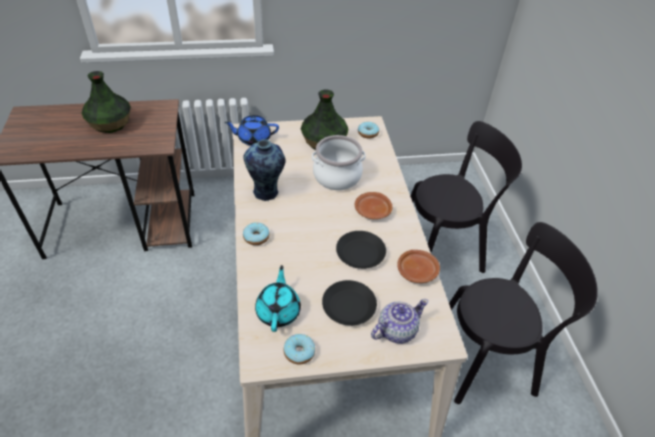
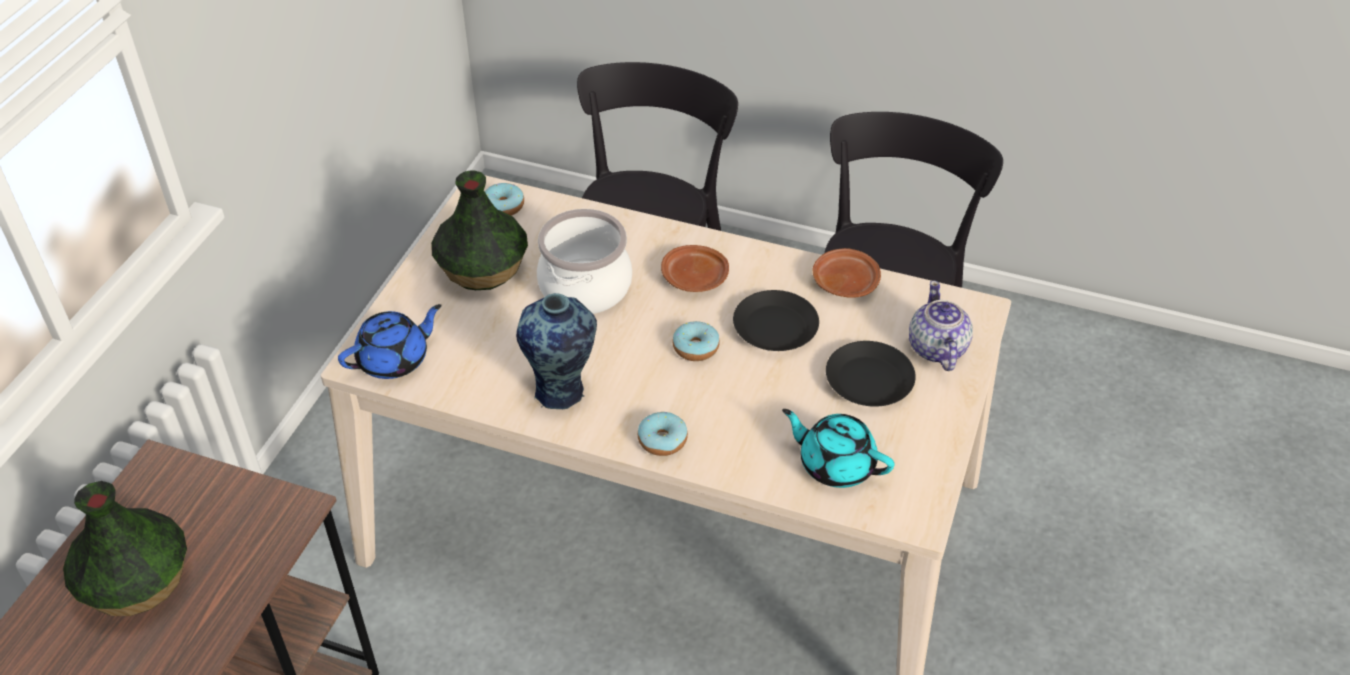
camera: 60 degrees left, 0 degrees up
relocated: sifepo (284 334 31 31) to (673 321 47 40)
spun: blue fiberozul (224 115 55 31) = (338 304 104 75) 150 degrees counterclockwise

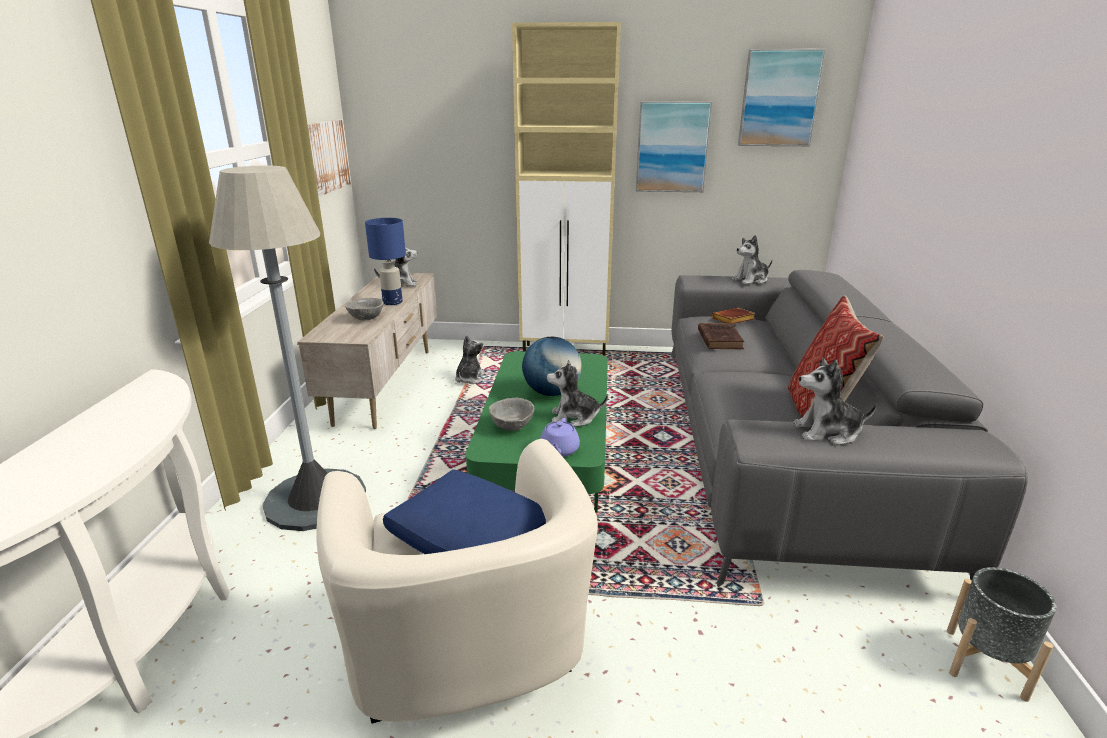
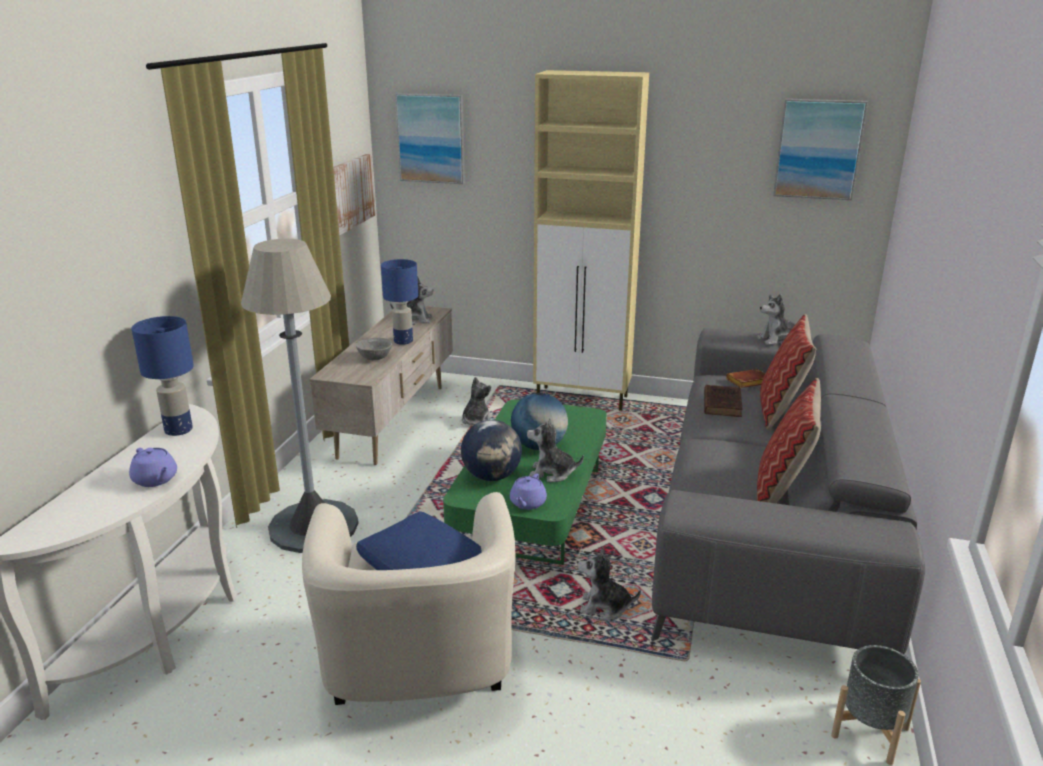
camera: 10 degrees right, 0 degrees up
appeared: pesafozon (760 314 56 116); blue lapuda (131 316 63 120); purple fiberozul (129 448 48 39)
relocated: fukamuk (636 101 76 91) to (395 93 70 91); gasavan (793 357 84 88) to (578 547 63 73)
exchanged: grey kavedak (489 398 46 33) to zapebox (461 420 61 61)

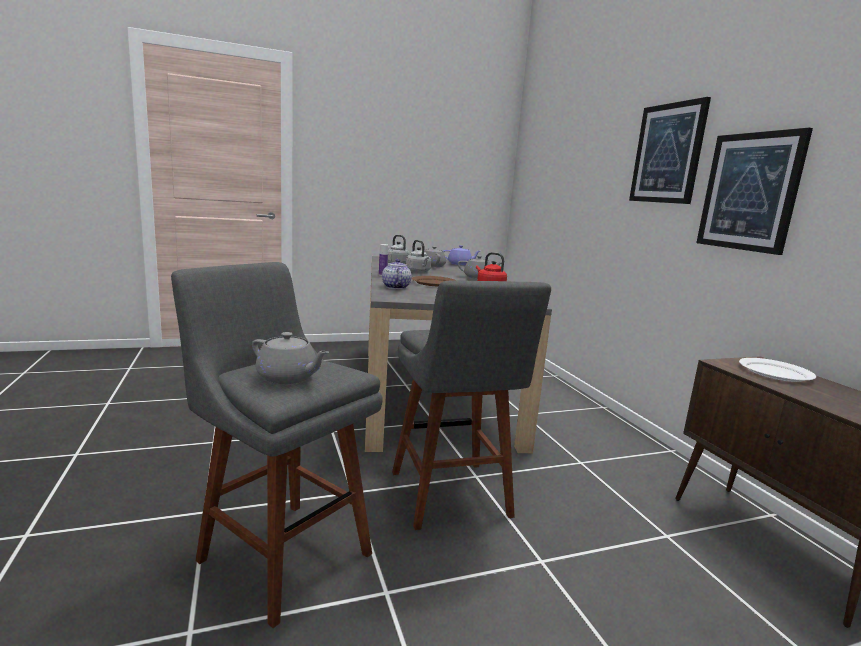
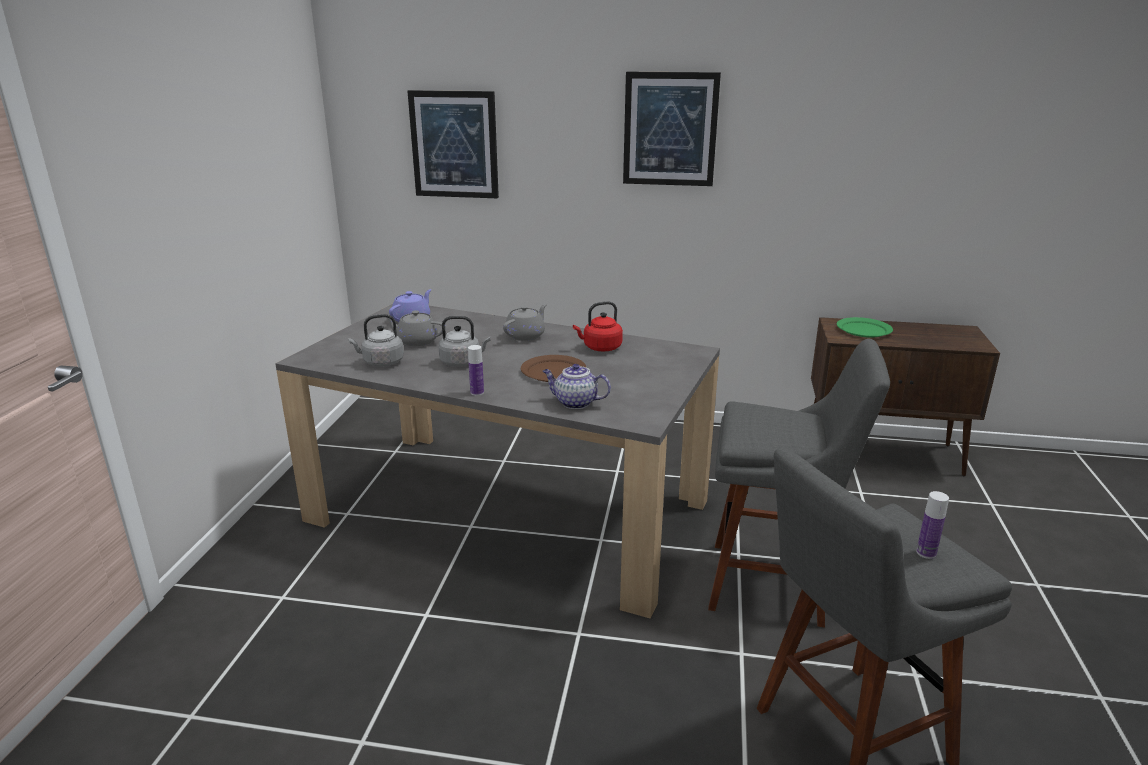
camera: 60 degrees left, 10 degrees up
relocated: fukamuk (696 128 117 127) to (408 90 91 108)
exchanged: grey fiberozul (252 332 77 52) to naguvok (916 491 33 68)
colour: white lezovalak (739 358 77 24) to green lezovalak (837 317 56 21)

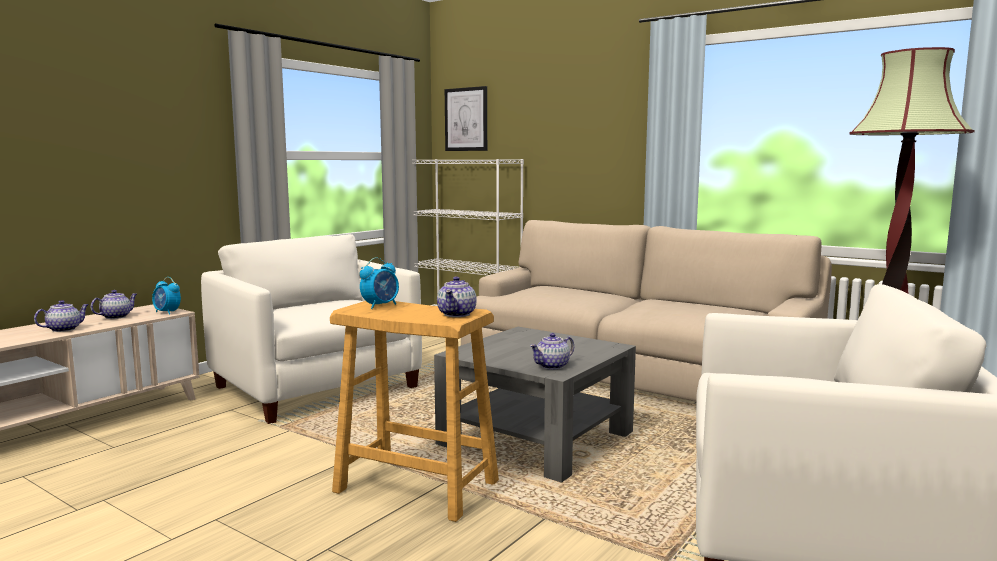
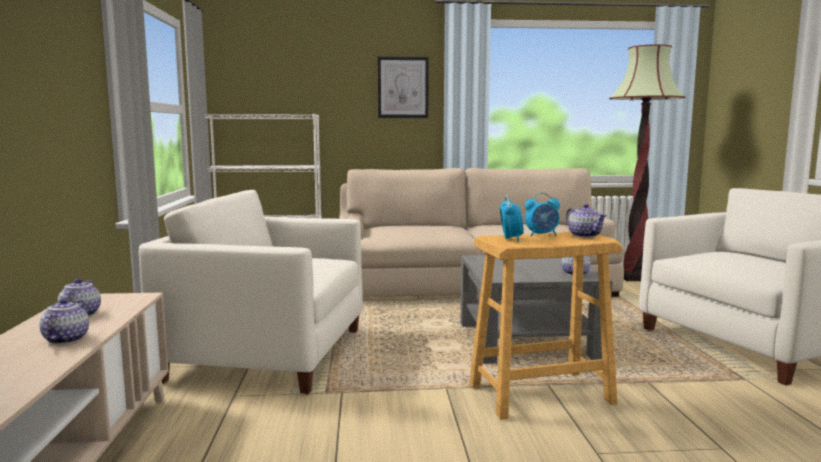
camera: 40 degrees left, 0 degrees up
relocated: fukamuk (445 86 42 65) to (378 57 51 61); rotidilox (152 277 29 38) to (525 192 35 44)

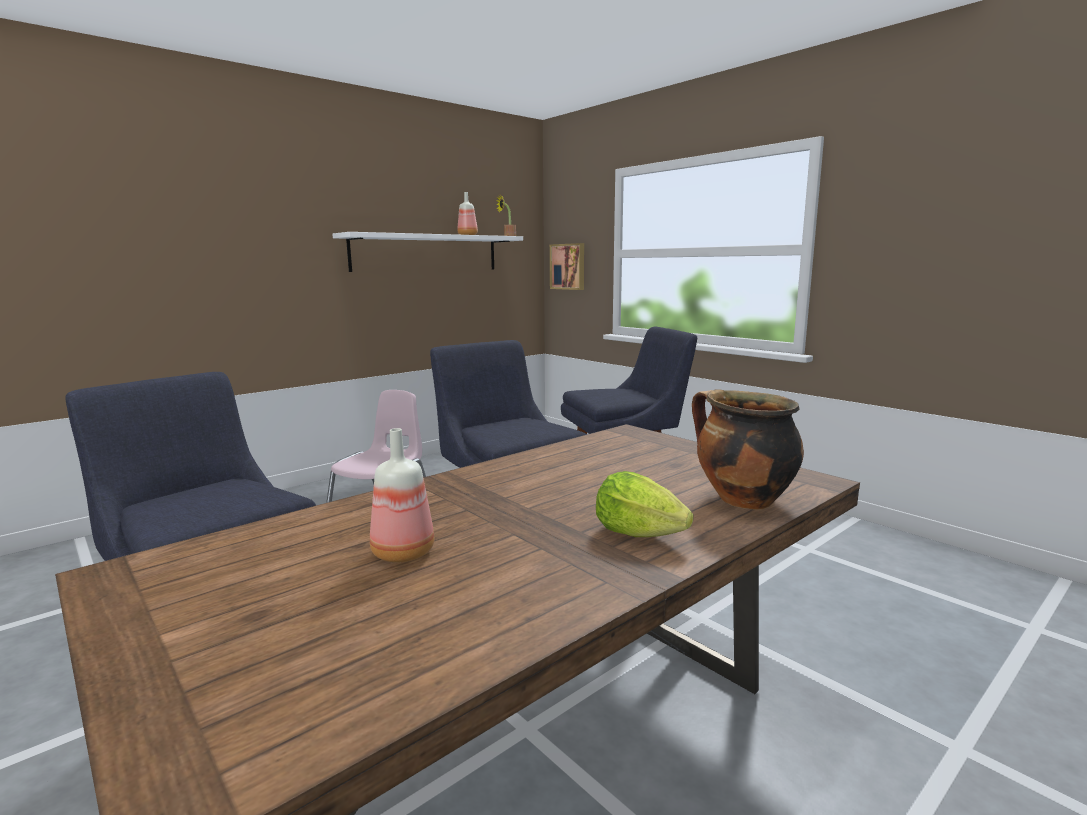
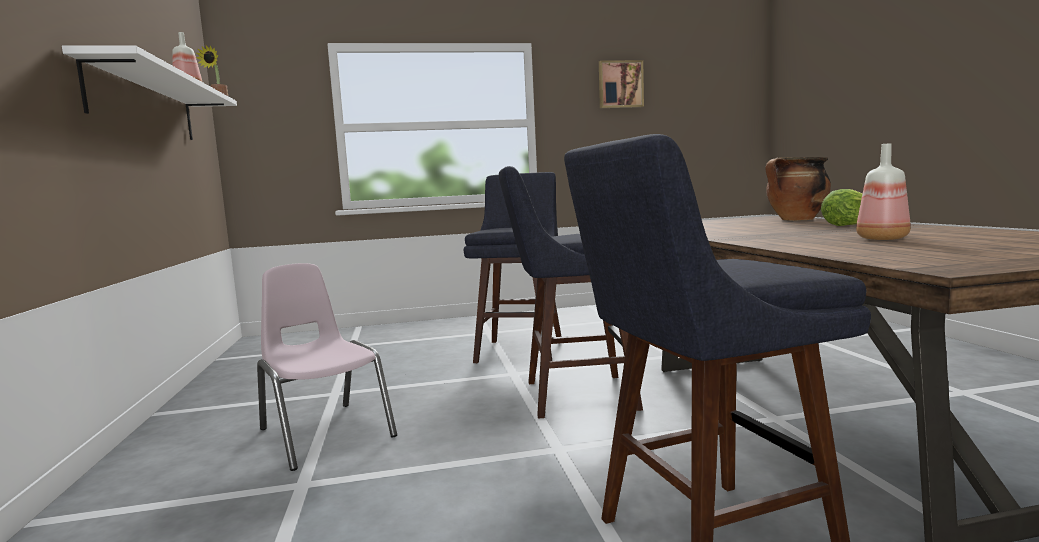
camera: 60 degrees left, 5 degrees down
relocated: fukamuk (550 243 34 47) to (599 60 45 48)

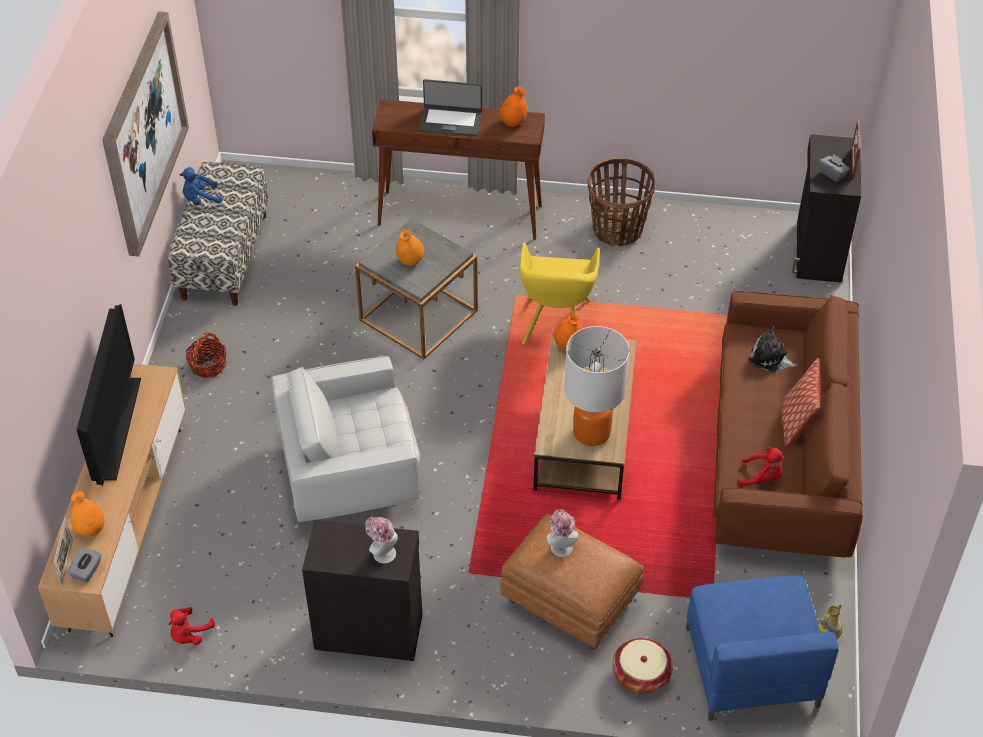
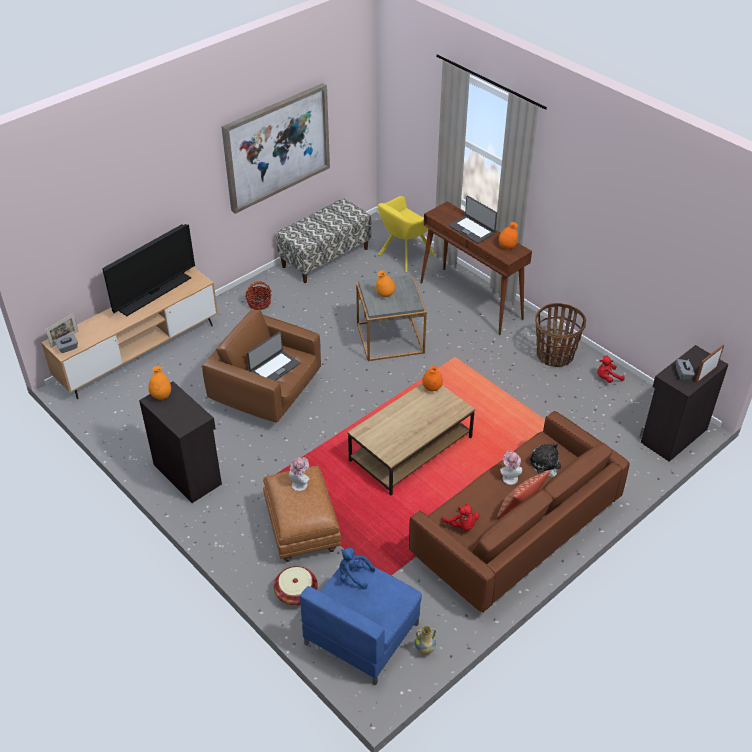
camera: 40 degrees right, 5 degrees down
missing: lapuda (564 326 66 120)
appeared: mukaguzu (247 331 53 50)
relocated: blue gasavan (180 167 42 38) to (339 548 36 42); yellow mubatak (519 243 81 101) to (377 196 58 76); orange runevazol (71 491 34 45) to (148 366 23 34); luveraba (365 517 33 47) to (500 450 22 35); red gasavan (168 607 47 38) to (597 356 28 27)
colour: white mubatak (271 356 149 166) to brown mubatak (202 310 119 113)

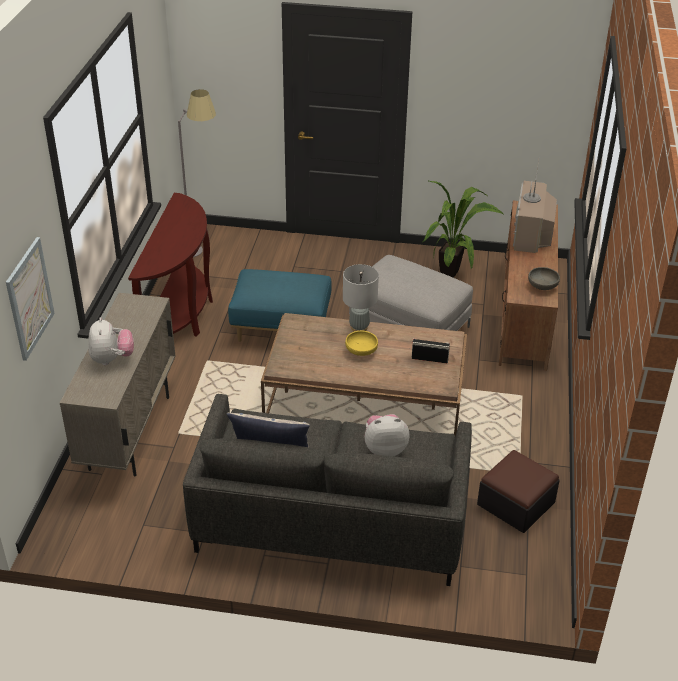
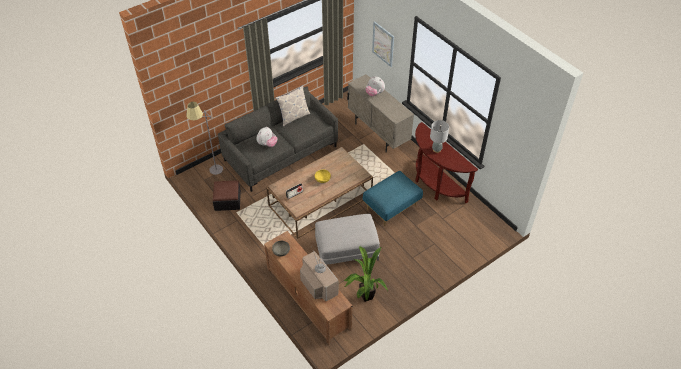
camera: 135 degrees right, 10 degrees up
relocated: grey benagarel (178 89 38 168) to (186 102 37 73); grey lapuda (343 264 36 67) to (430 120 19 33)

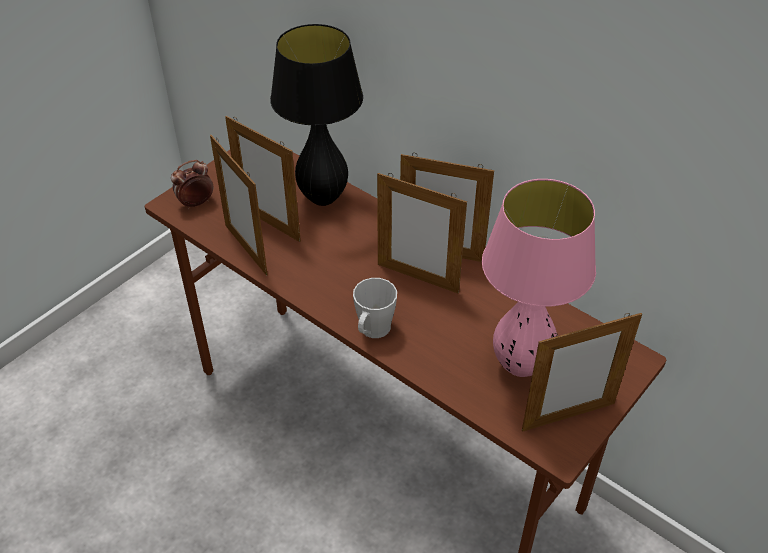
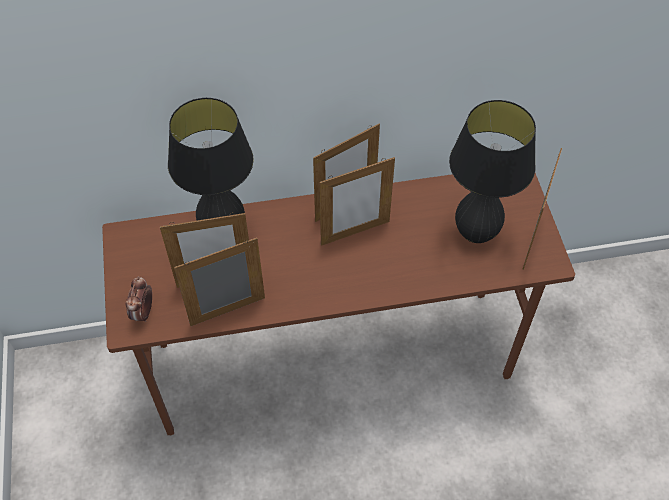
camera: 50 degrees left, 10 degrees up
missing: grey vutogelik (353 278 44 60)
colour: pink lapuda (482 179 114 198) to black lapuda (449 100 87 143)
spun: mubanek (210 135 58 141) = (174 238 91 88) 150 degrees clockwise

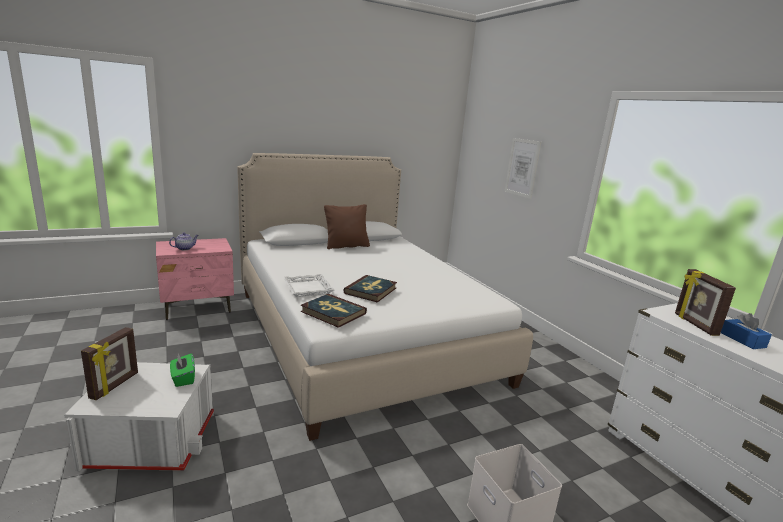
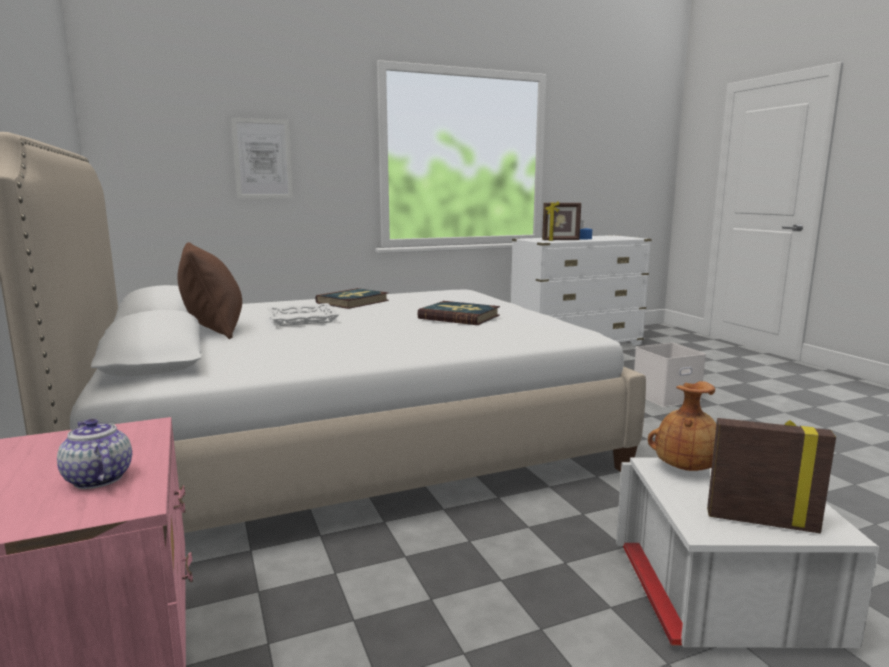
camera: 85 degrees left, 5 degrees down
relocated: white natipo (283 274 51 23) to (267 303 73 23); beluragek (301 294 66 34) to (315 288 74 21)
exchanged: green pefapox (170 353 25 34) to brown runevazol (648 381 68 90)

